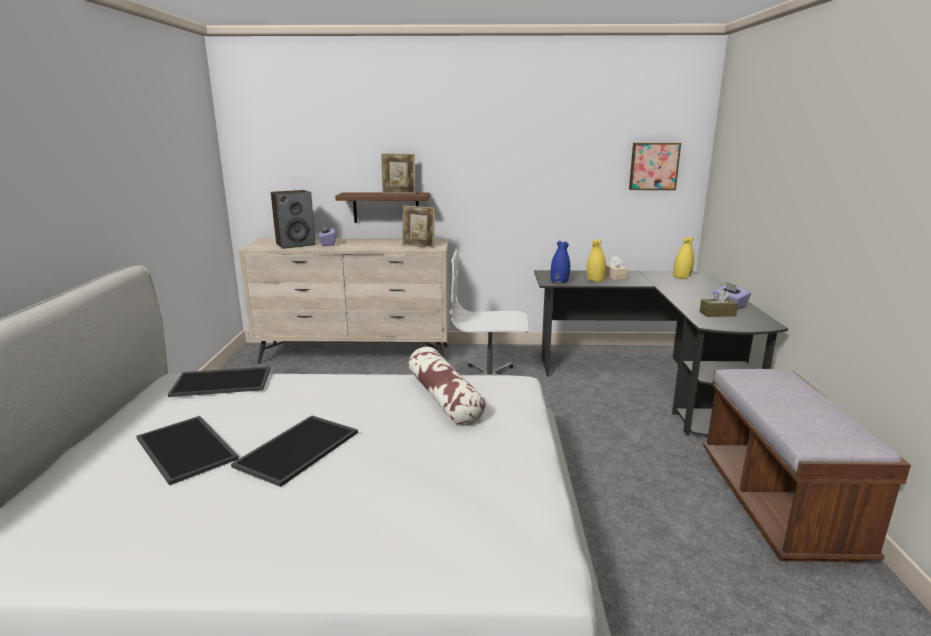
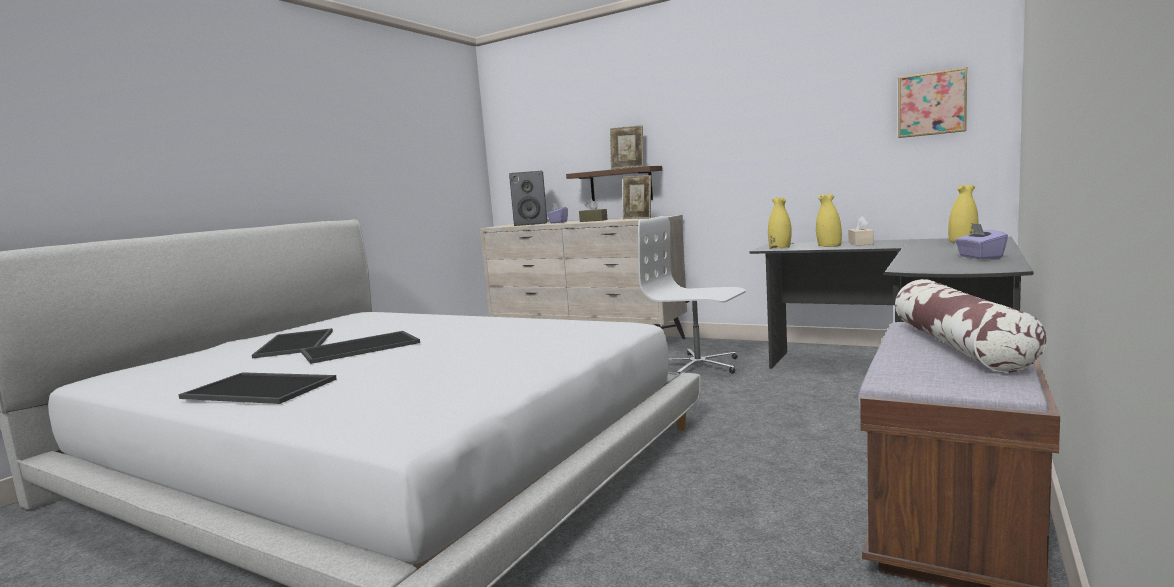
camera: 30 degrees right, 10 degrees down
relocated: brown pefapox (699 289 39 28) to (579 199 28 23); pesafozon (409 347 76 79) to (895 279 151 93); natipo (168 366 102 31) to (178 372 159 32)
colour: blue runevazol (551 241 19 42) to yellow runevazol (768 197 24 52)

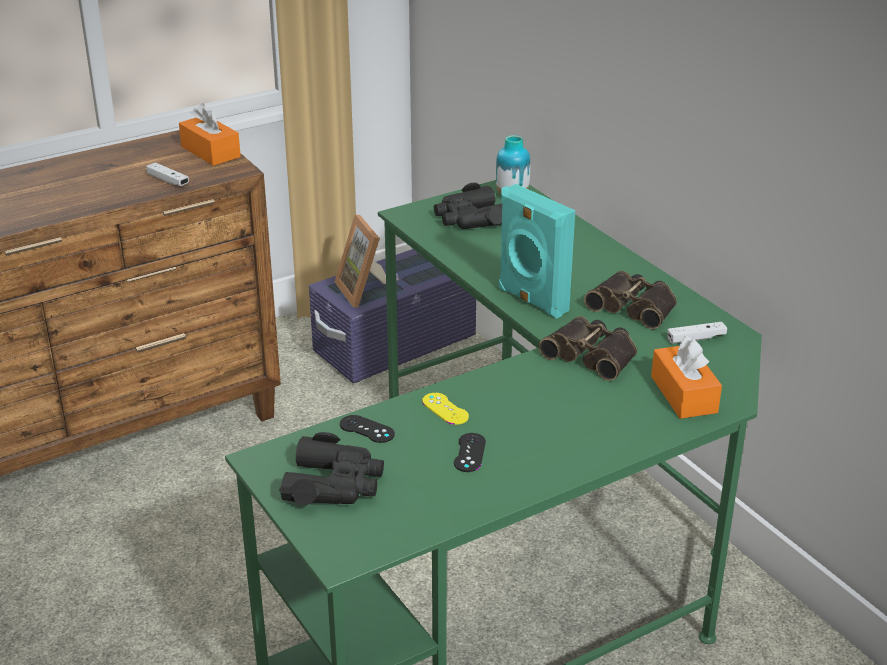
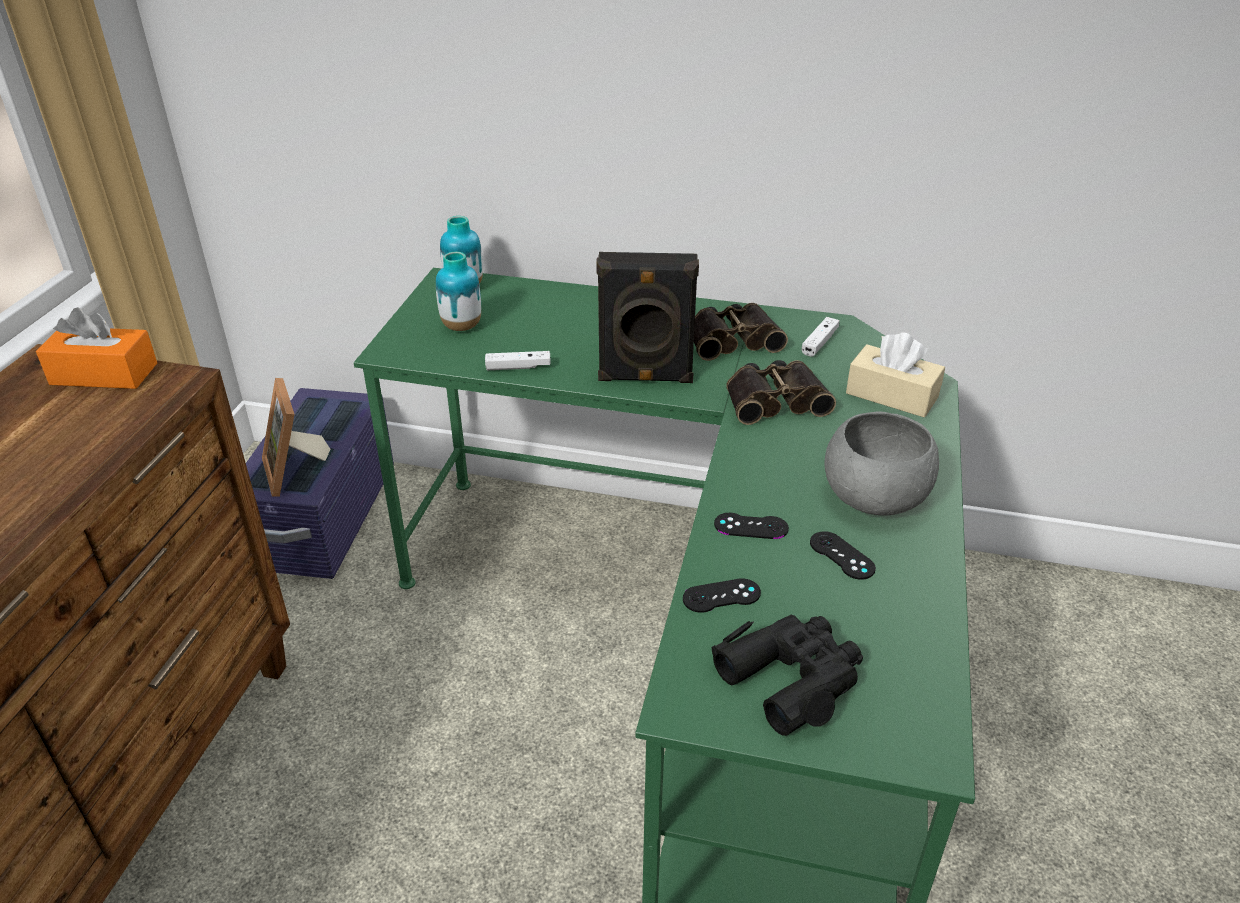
camera: 45 degrees left, 5 degrees up
appeared: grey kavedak (825 412 114 104)
relocated: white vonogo (146 163 43 23) to (485 351 66 19)
exchanged: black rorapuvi (434 183 68 46) to runevazol (436 252 45 79)
colour: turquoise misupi (499 184 76 135) to black misupi (596 252 103 131); orange pefapox (651 336 71 83) to beige pefapox (846 332 99 85); yellow vonogo (422 393 47 32) to black vonogo (714 513 75 26)
spun: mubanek (335 214 51 94) = (262 378 68 119) 45 degrees clockwise

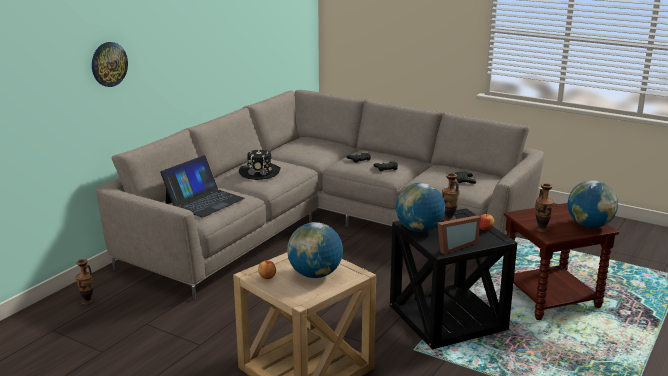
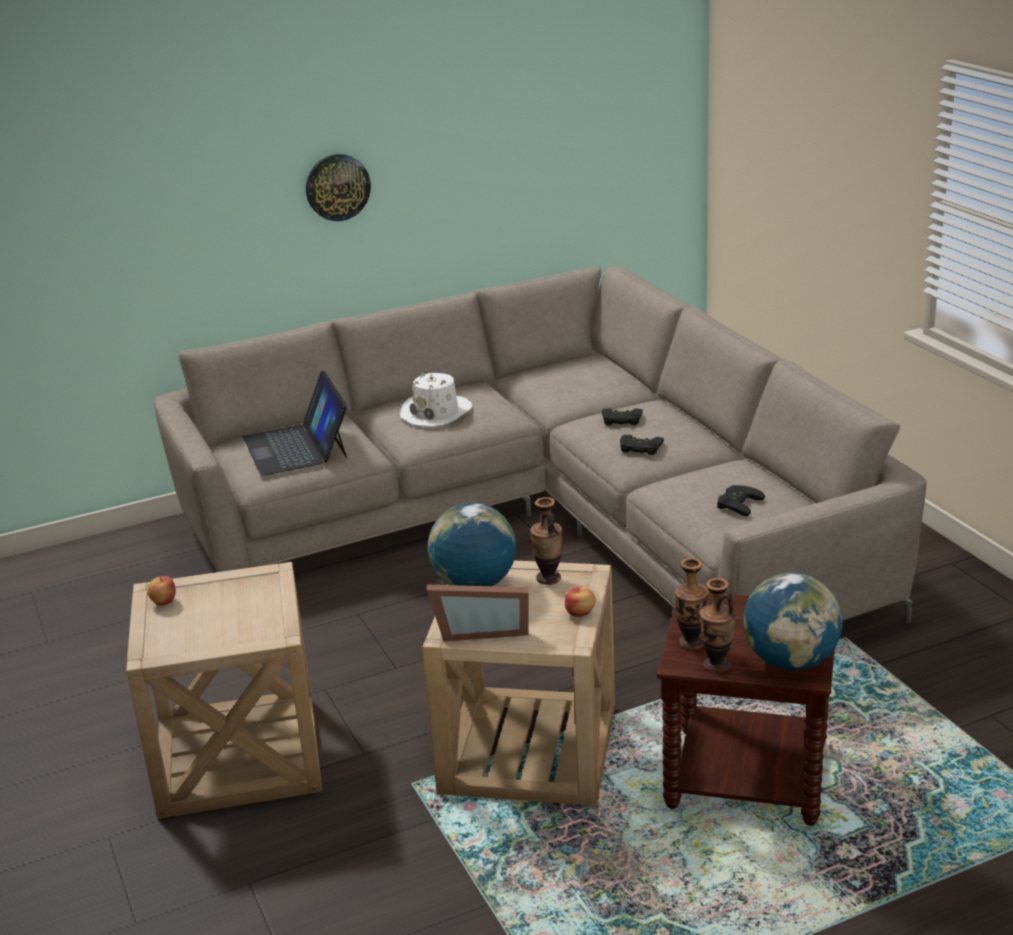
camera: 35 degrees right, 5 degrees up
missing: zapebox (287 222 56 56)
relocated: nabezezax (92 42 36 45) to (306 154 65 67); runevazol (76 259 18 46) to (700 578 35 95)
colour: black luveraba (239 150 42 30) to white luveraba (400 373 72 54); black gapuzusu (390 208 127 141) to beige gapuzusu (423 561 193 245)
spun: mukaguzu (160 155 85 62) = (243 371 104 105) 90 degrees clockwise

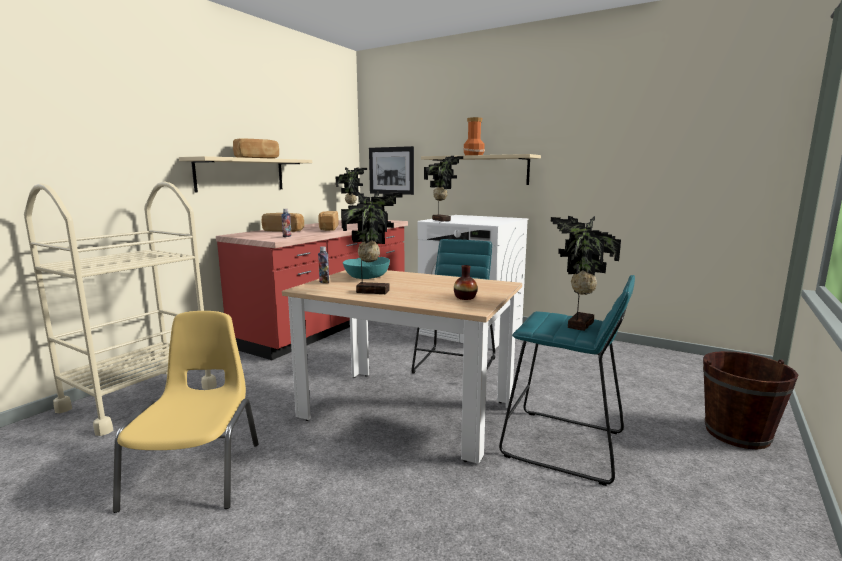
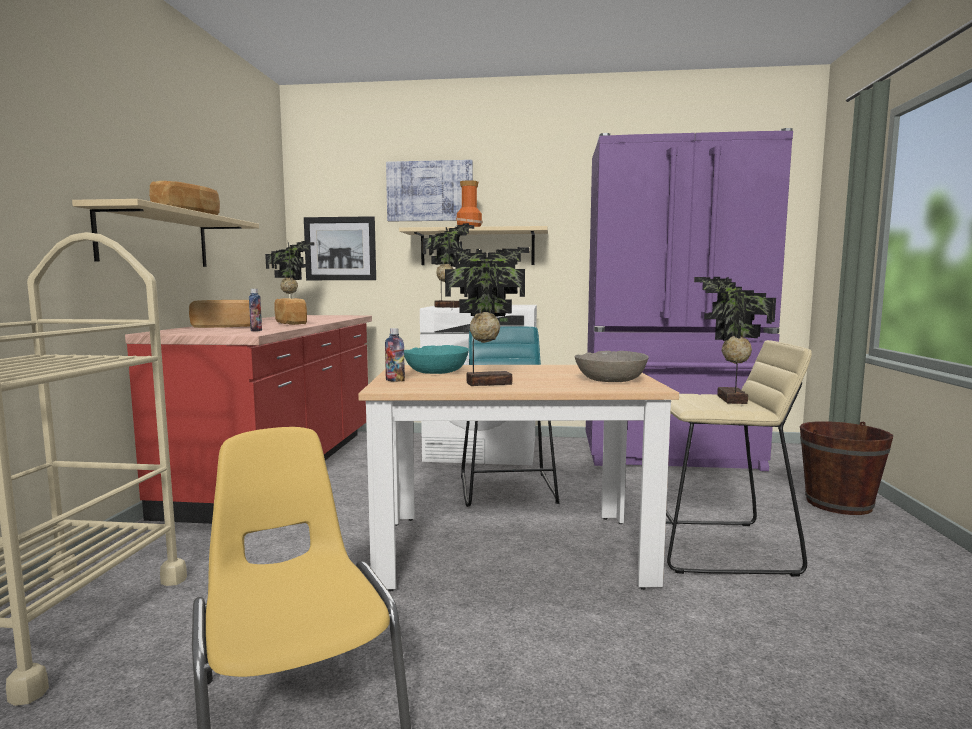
camera: 25 degrees left, 5 degrees down
appeared: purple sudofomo (586 128 207 343); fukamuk (386 160 87 61)
exchanged: runevazol (454 265 23 35) to grey kavedak (575 351 74 31)
colour: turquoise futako (499 275 136 211) to beige futako (666 340 146 237)

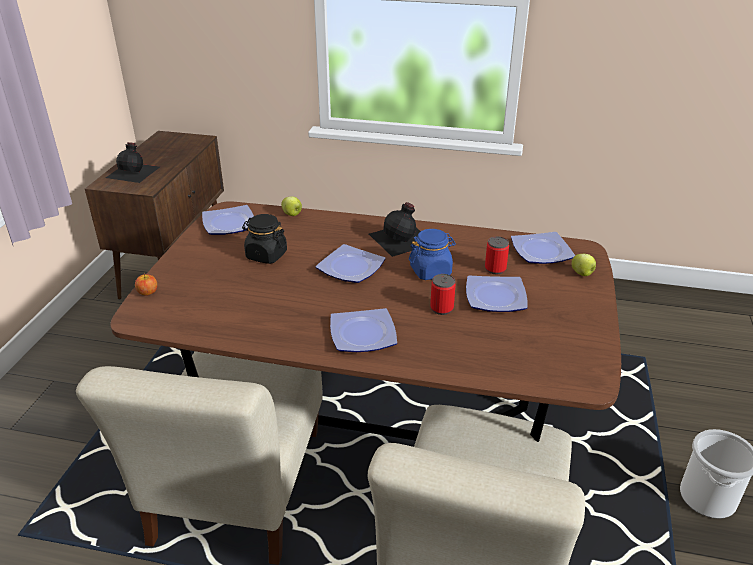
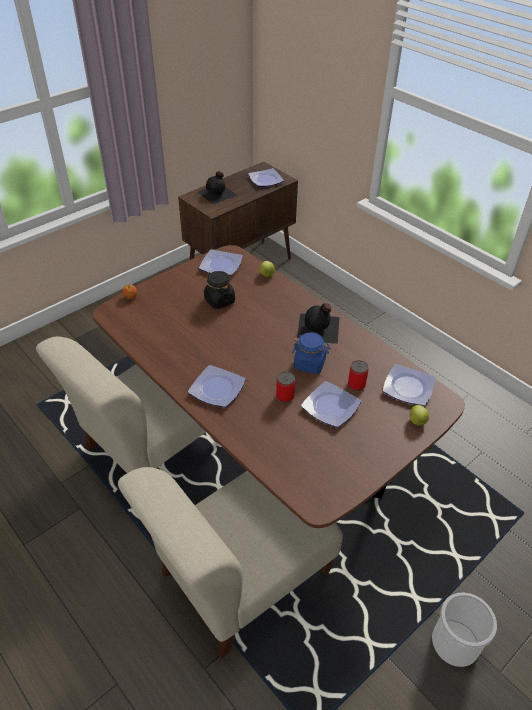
camera: 35 degrees right, 10 degrees up
relocated: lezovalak (316 244 70 39) to (248 168 36 19)

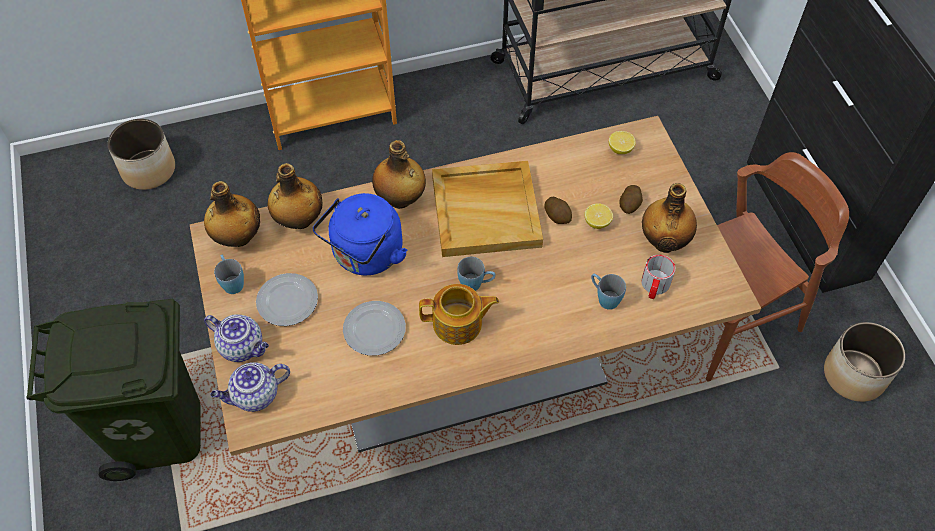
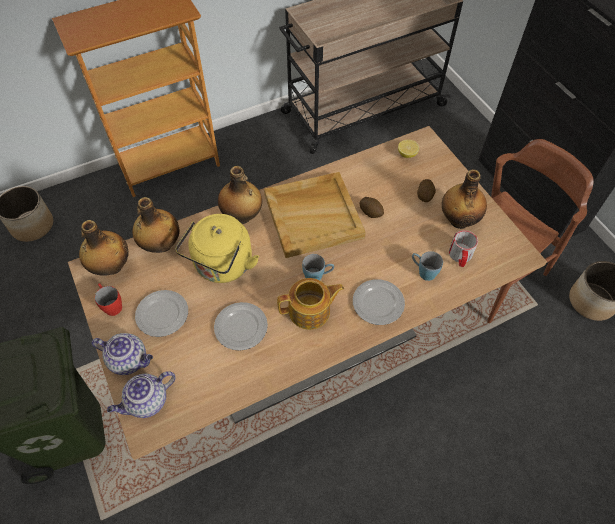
camera: 10 degrees left, 0 degrees up
missing: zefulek (585 203 28 26)
appeared: lezovalak (353 279 52 46)
colour: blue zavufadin (313 193 94 82) to yellow zavufadin (175 214 84 69); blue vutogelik (214 254 30 40) to red vutogelik (95 283 27 33)

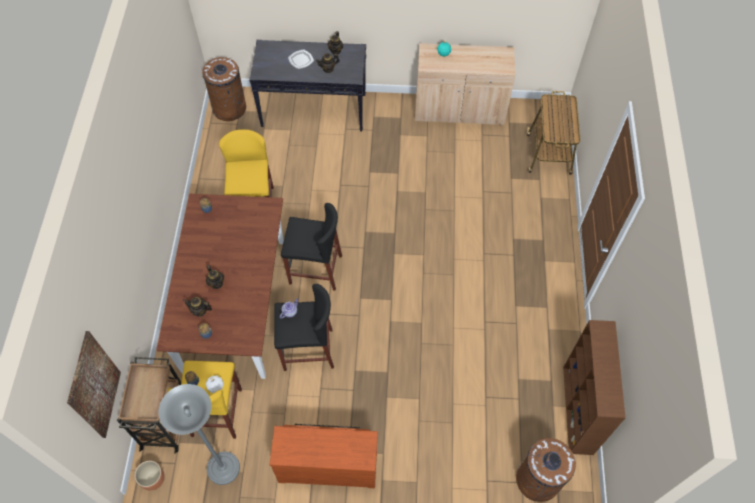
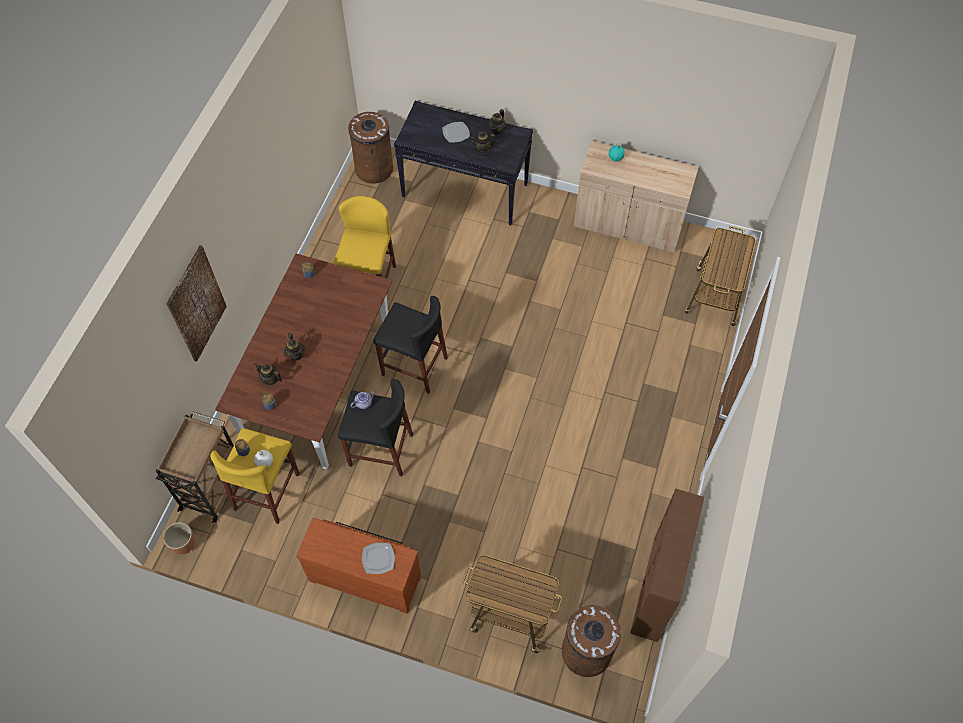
camera: 15 degrees right, 0 degrees up
missing: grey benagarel (159 384 81 101)
appeared: lezovalak (362 543 33 31); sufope (463 555 99 98)
relocated: fukamuk (67 331 54 107) to (166 245 61 117)

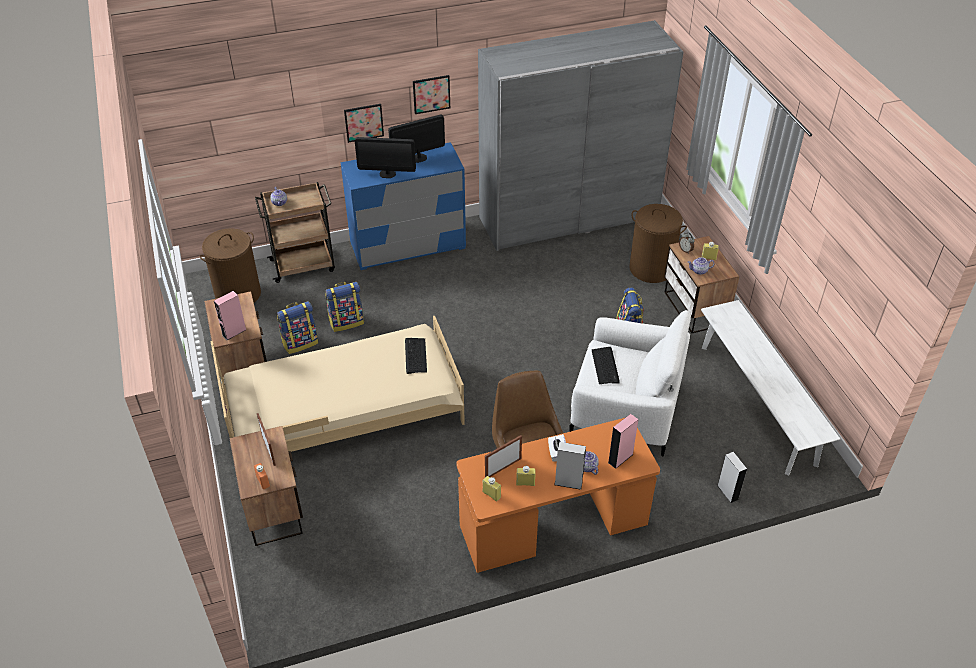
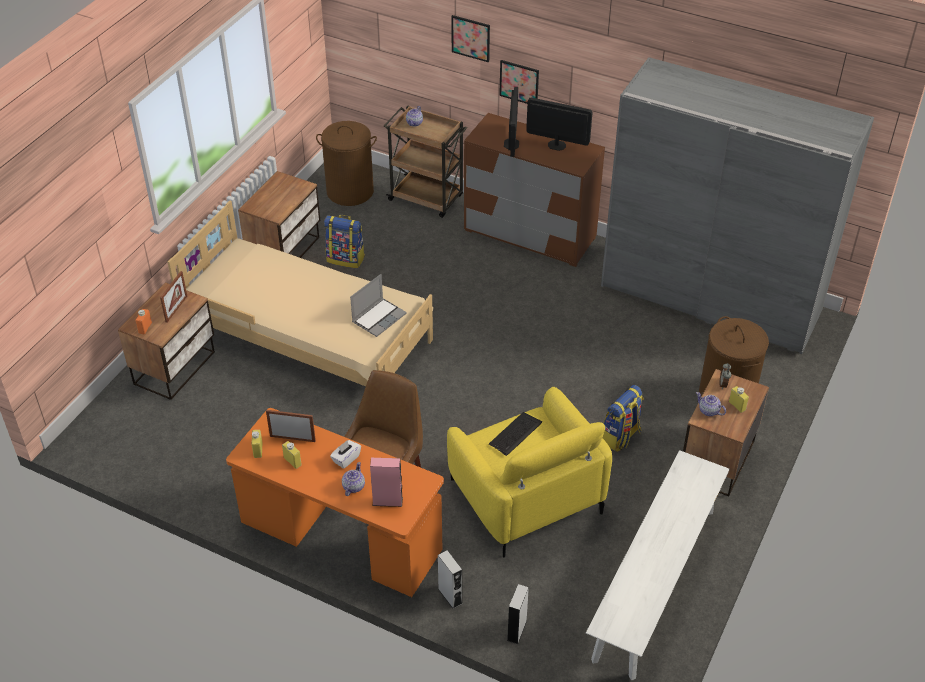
camera: 45 degrees right, 0 degrees up
missing: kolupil (325 282 39 50); pink misupi (214 291 33 49)
relocated: fukamuk (413 75 37 39) to (451 15 39 47); grey misupi (554 442 32 48) to (438 550 24 59)
exchanged: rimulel (405 338 22 36) to mukaguzu (350 274 57 63)
colour: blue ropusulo (341 142 125 128) to brown ropusulo (464 113 141 154); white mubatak (569 310 122 147) to yellow mubatak (447 387 165 171)
spun: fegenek (355 137 61 41) = (504 87 15 70) 135 degrees counterclockwise

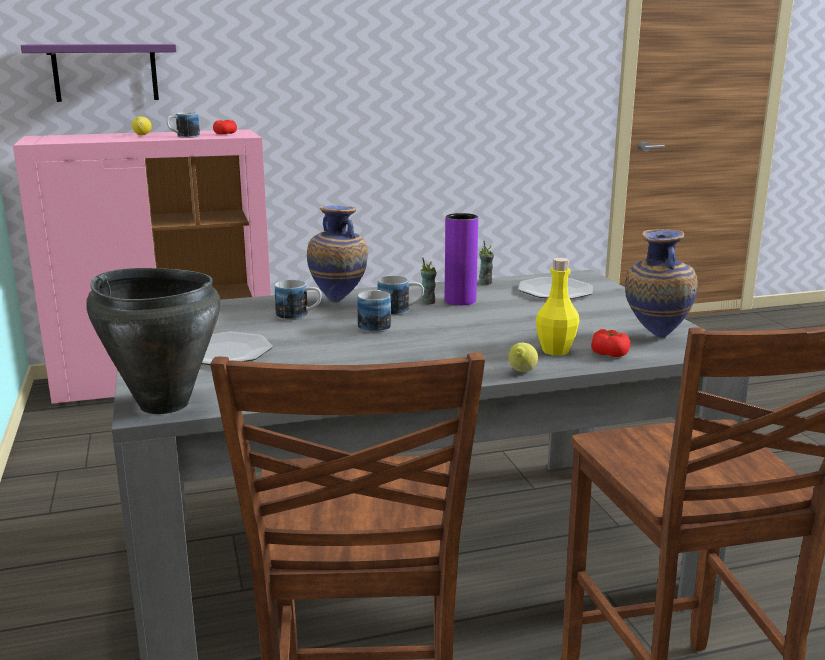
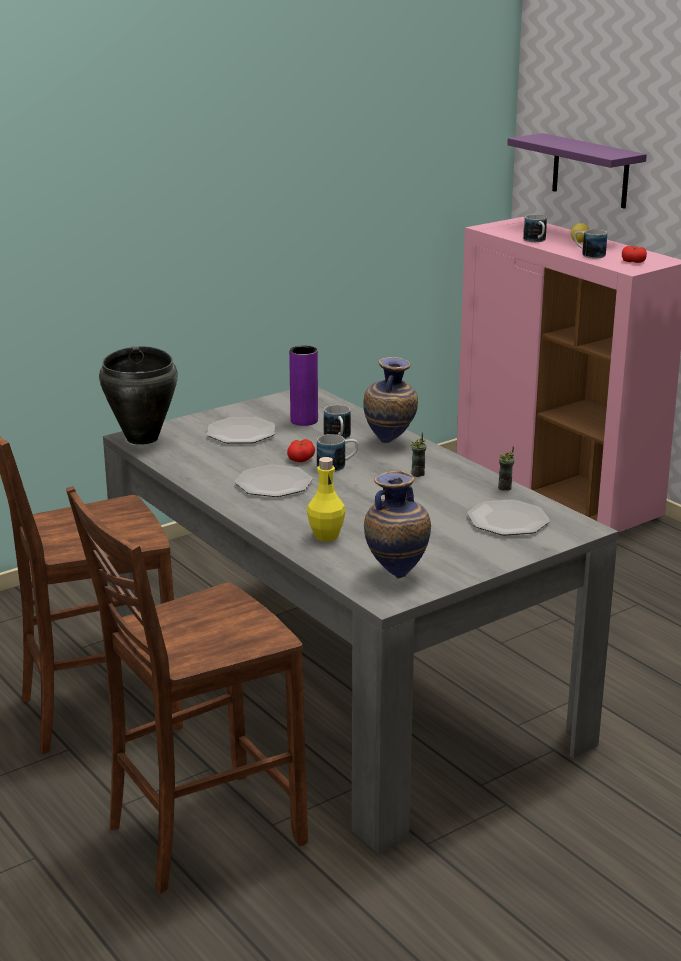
camera: 70 degrees right, 5 degrees up
missing: zefulek (509 343 29 29)
appeared: lezovalak (235 465 78 32)
relocated: purple runevazol (445 213 33 92) to (289 346 29 80); vutogelik (378 276 46 40) to (523 215 24 27); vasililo (591 329 39 28) to (287 439 28 23)

